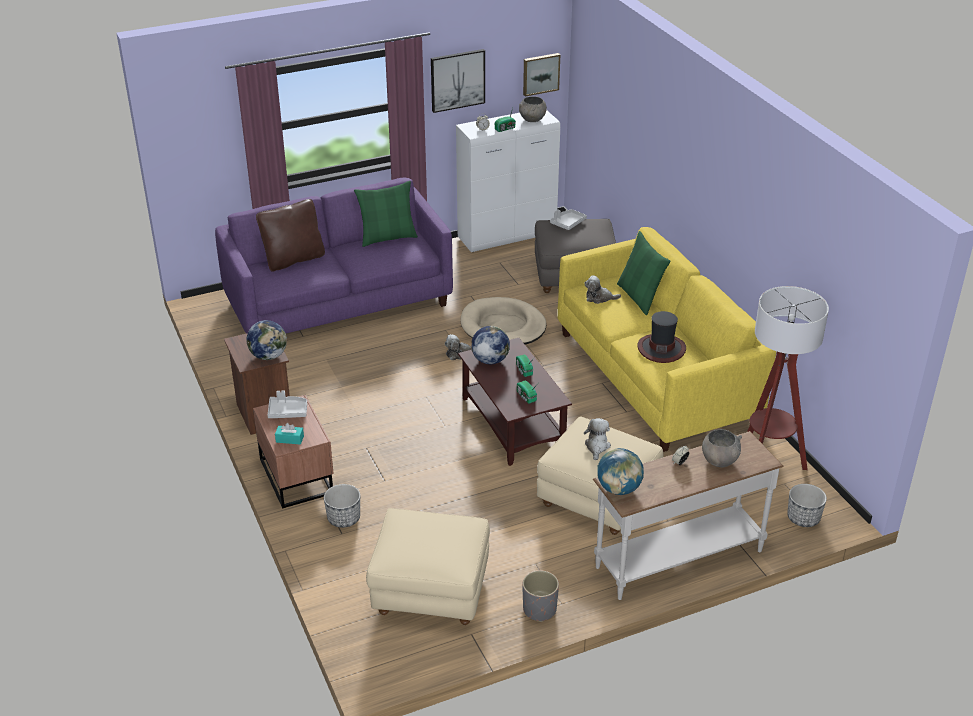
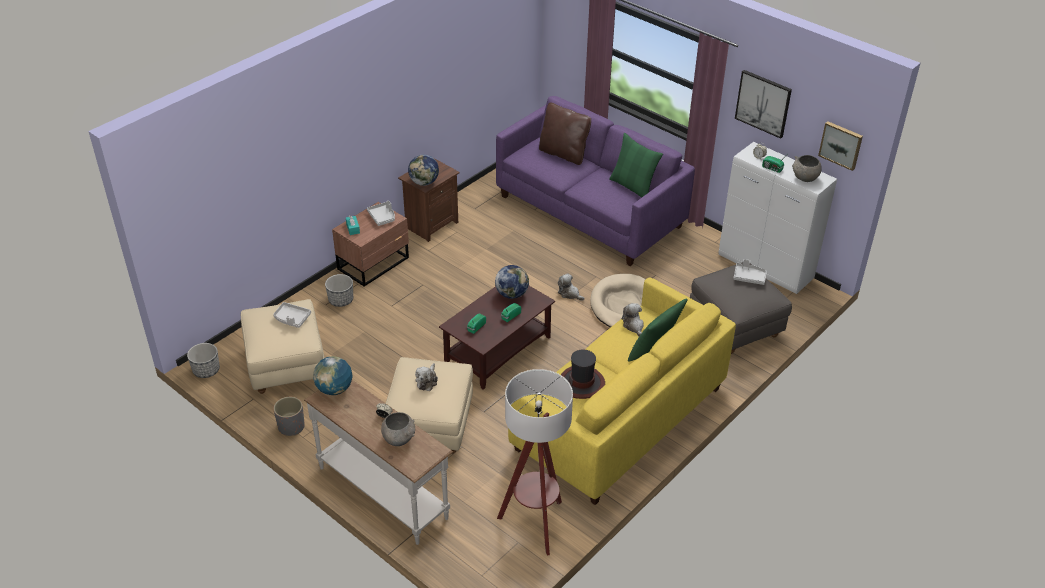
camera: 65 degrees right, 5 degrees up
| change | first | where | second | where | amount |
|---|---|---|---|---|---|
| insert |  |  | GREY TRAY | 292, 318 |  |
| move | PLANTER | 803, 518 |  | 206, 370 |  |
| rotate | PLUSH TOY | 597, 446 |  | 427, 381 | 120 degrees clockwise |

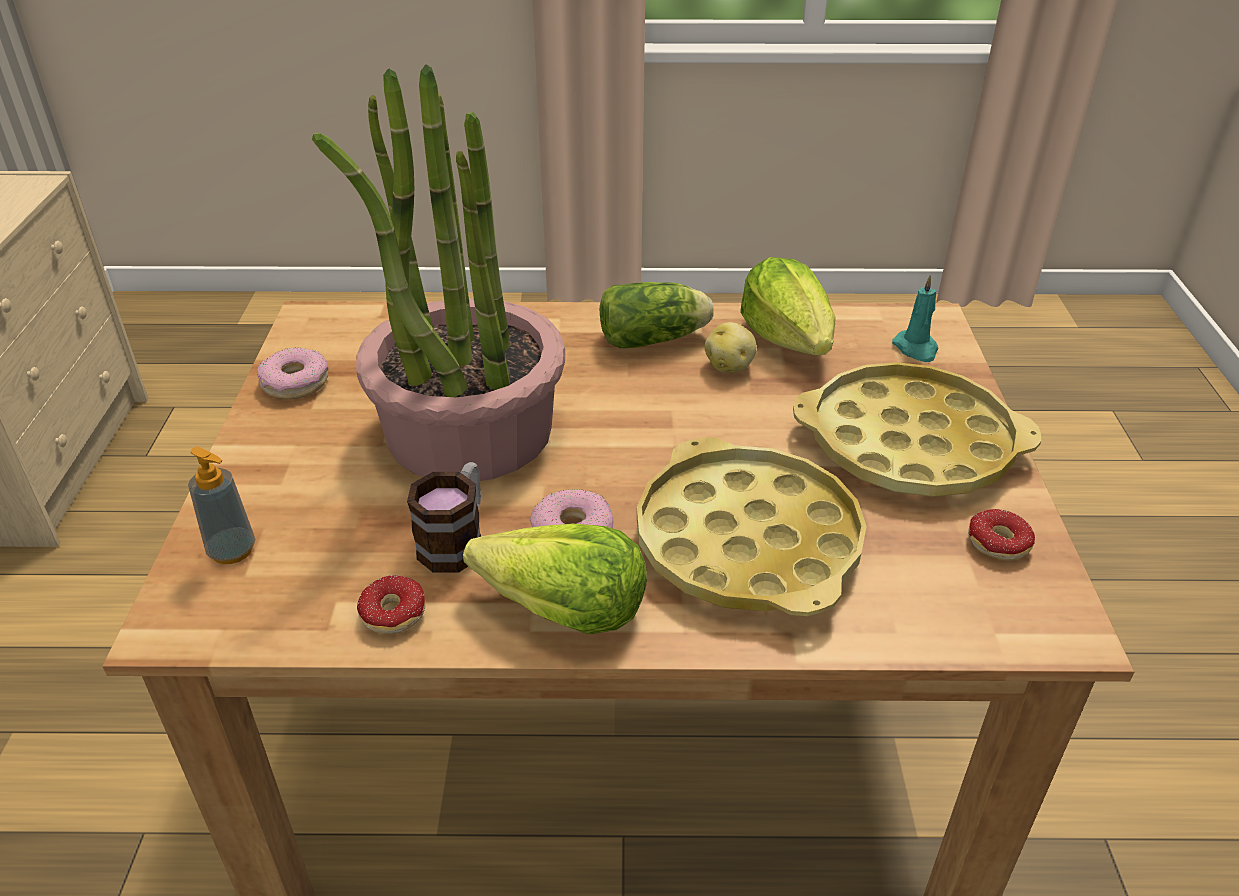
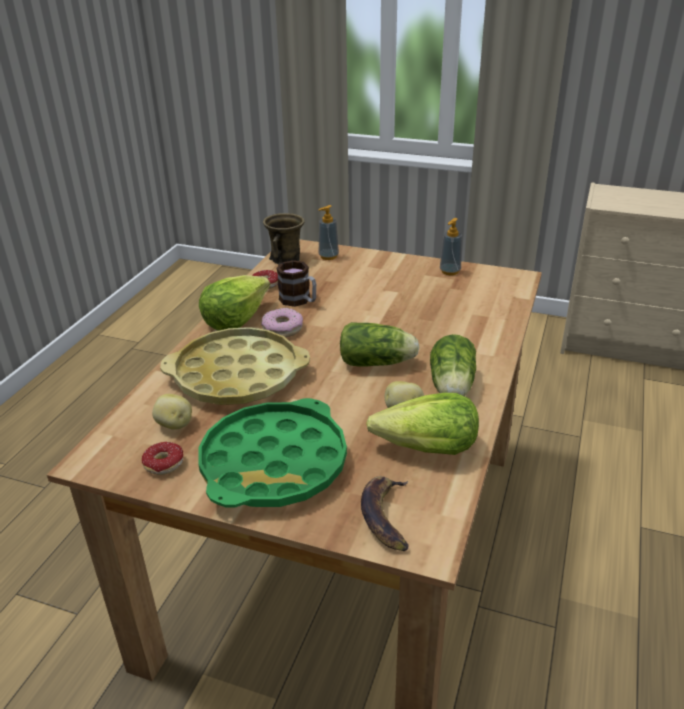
camera: 110 degrees right, 5 degrees down
| change | first | where | second | where | amount |
|---|---|---|---|---|---|
| delete | POTTED PLANT | 468, 431 |  |  |  |
| insert |  |  | POTATO | 174, 425 |  |
| insert |  |  | BROWN MUG | 286, 259 |  |
| insert |  |  | LETTUCE | 379, 363 |  |
| replace | DONUT | 294, 383 | SOAP DISPENSER | 450, 271 |  |
| replace | TURQUOISE CANDLE | 916, 349 | BANANA | 386, 516 |  |
| recolor | YELLOW TRAY | 909, 443 | GREEN TRAY | 274, 464 |  |

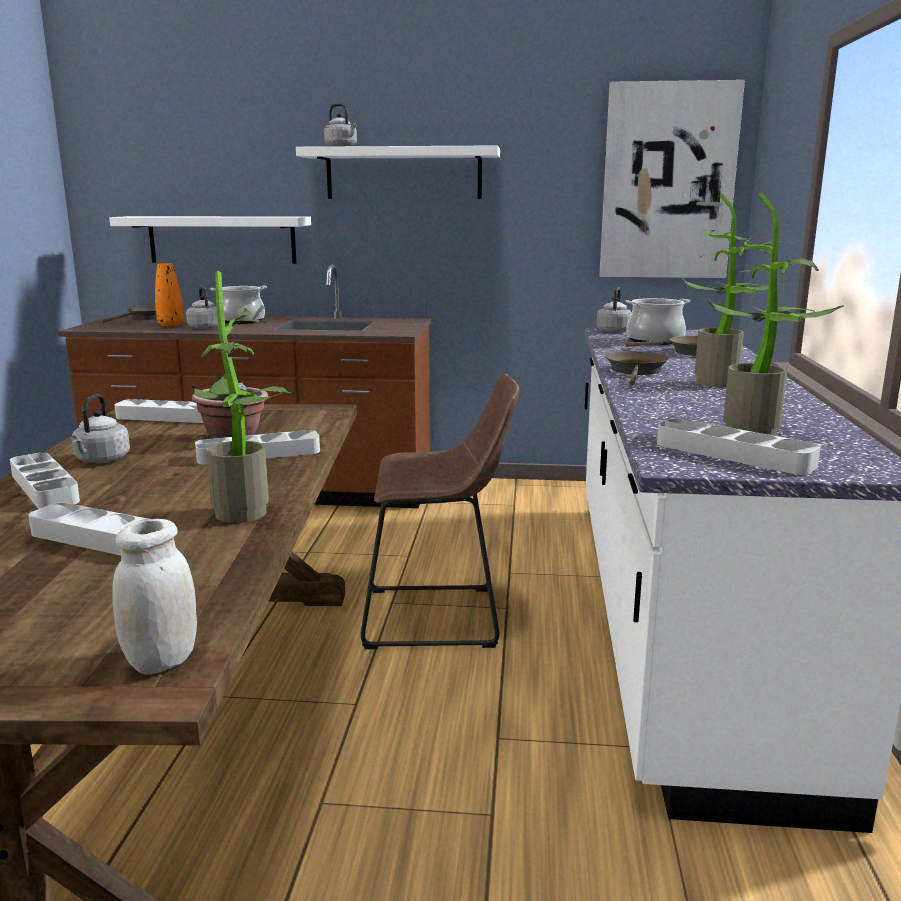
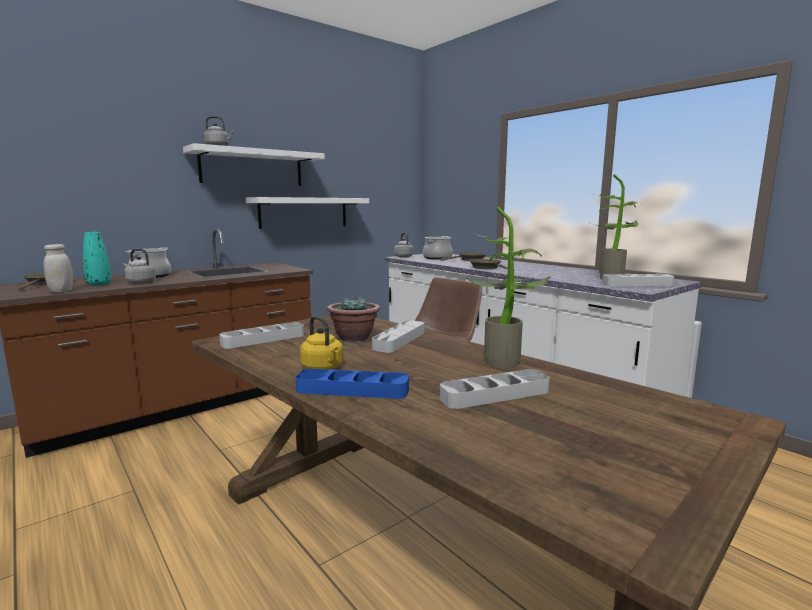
camera: 45 degrees left, 5 degrees down
| change | first | where | second | where | amount |
|---|---|---|---|---|---|
| delete | PICTURE | 668, 182 |  |  |  |
| delete | POTTED PLANT | 721, 382 |  |  |  |
| move | WHITE SHELF | 222, 239 |  | 304, 212 |  |
| move | WHITE JAR | 162, 661 |  | 61, 291 |  |
| recolor | GREY TRAY | 44, 487 | BLUE TRAY | 352, 390 |  |
| recolor | GREY KETTLE | 101, 460 | YELLOW KETTLE | 323, 368 |  |
| recolor | ORANGE VASE | 170, 325 | TURQUOISE VASE | 99, 284 |  |

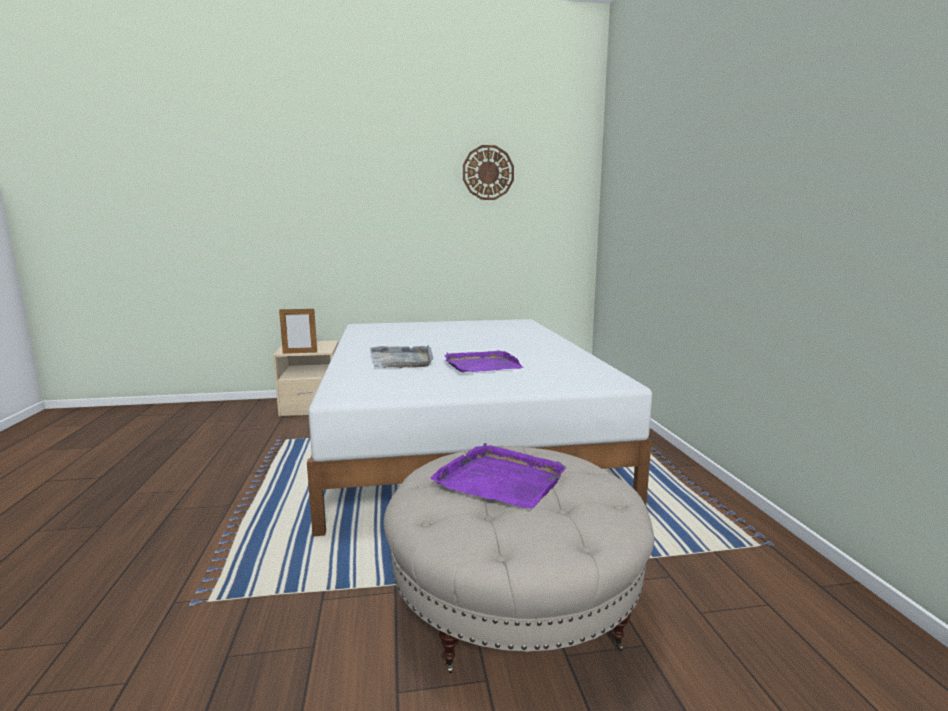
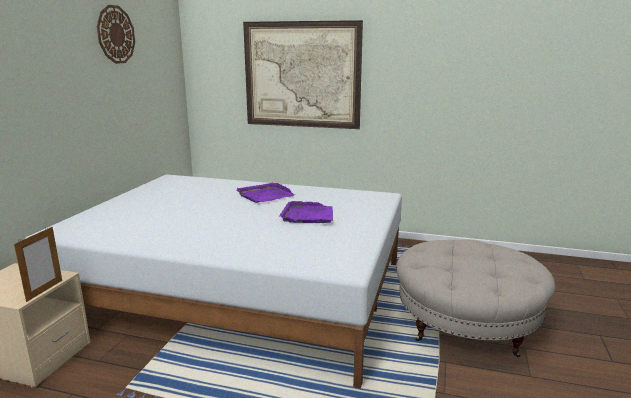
camera: 65 degrees left, 5 degrees up
| change | first | where | second | where | amount |
|---|---|---|---|---|---|
| delete | GREY TRAY | 402, 360 |  |  |  |
| insert |  |  | PICTURE | 302, 75 |  |
| move | PURPLE TRAY | 500, 480 |  | 265, 195 |  |

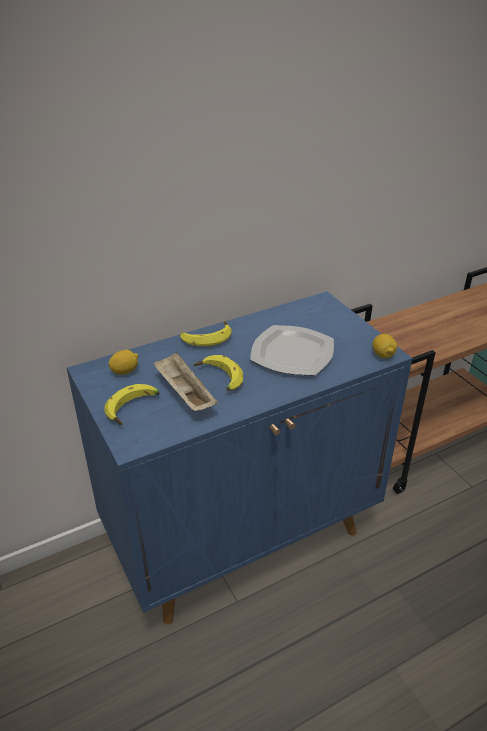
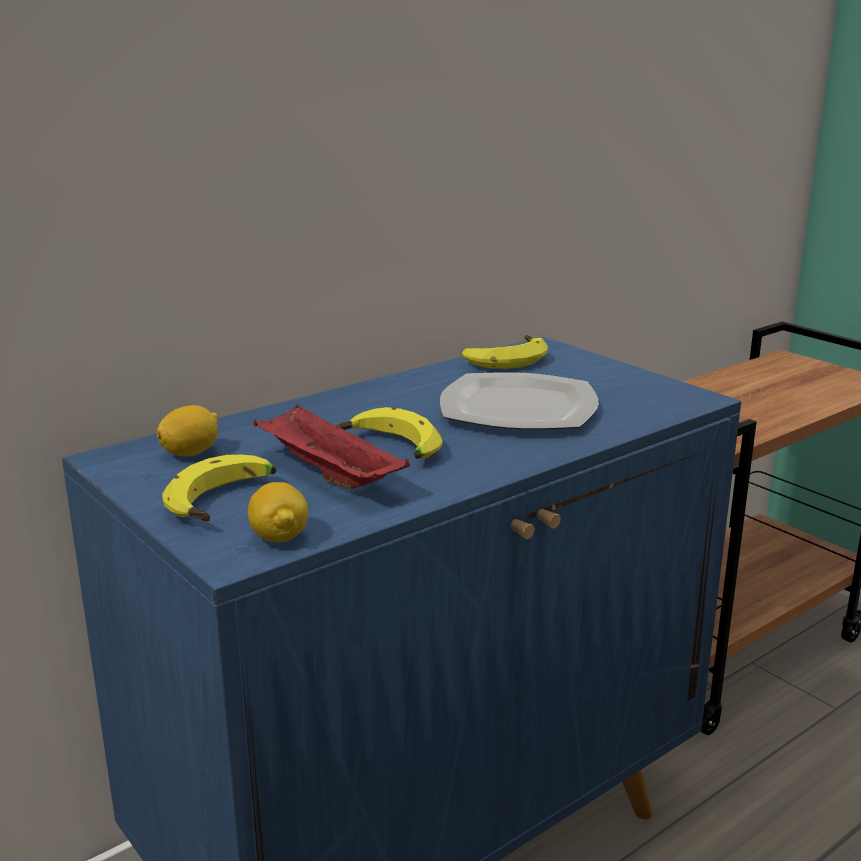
camera: 10 degrees left, 15 degrees down
| change | first | where | second | where | amount |
|---|---|---|---|---|---|
| move | BANANA | 206, 337 |  | 503, 360 |  |
| move | LEMON | 383, 355 |  | 279, 537 |  |
| recolor | BEIGE TRAY | 184, 394 | RED TRAY | 326, 474 |  |

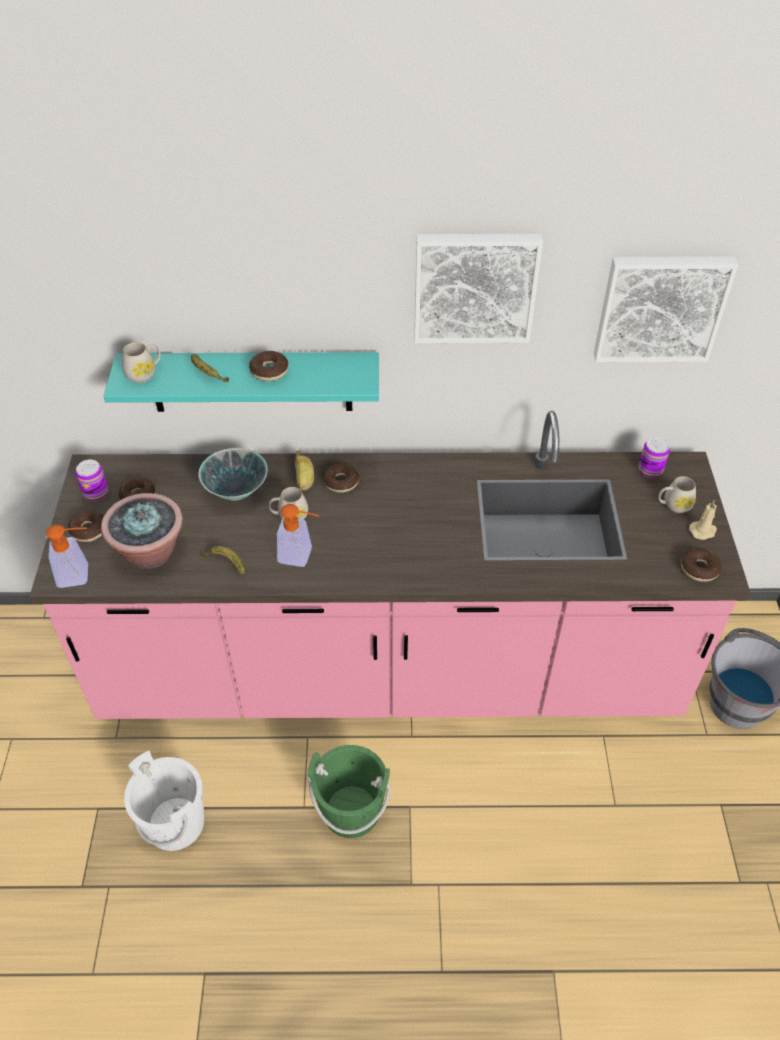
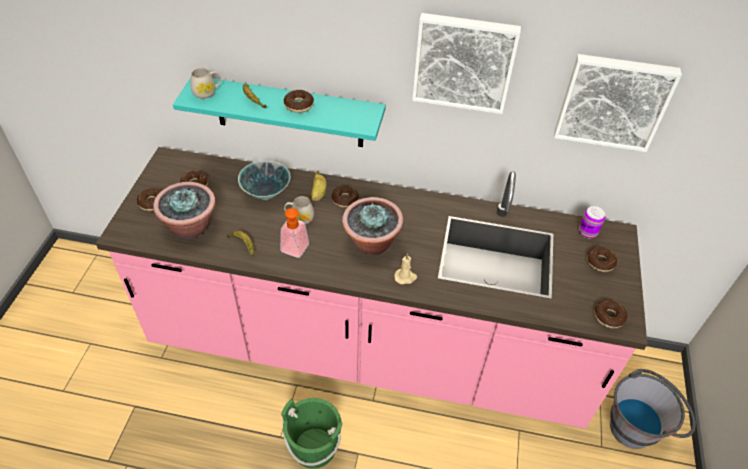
camera: 10 degrees right, 0 degrees up
| change | first | where | second | where | amount |
|---|---|---|---|---|---|
| delete | SOAP DISPENSER | 80, 574 |  |  |  |
| delete | CAN | 96, 493 |  |  |  |
| delete | WHITE BUCKET | 175, 822 |  |  |  |
| insert |  |  | POTTED PLANT | 371, 243 |  |
| move | BEIGE CANDLE | 703, 531 |  | 405, 277 |  |
| replace | WHITE MUG | 673, 505 | DONUT | 600, 262 |  |

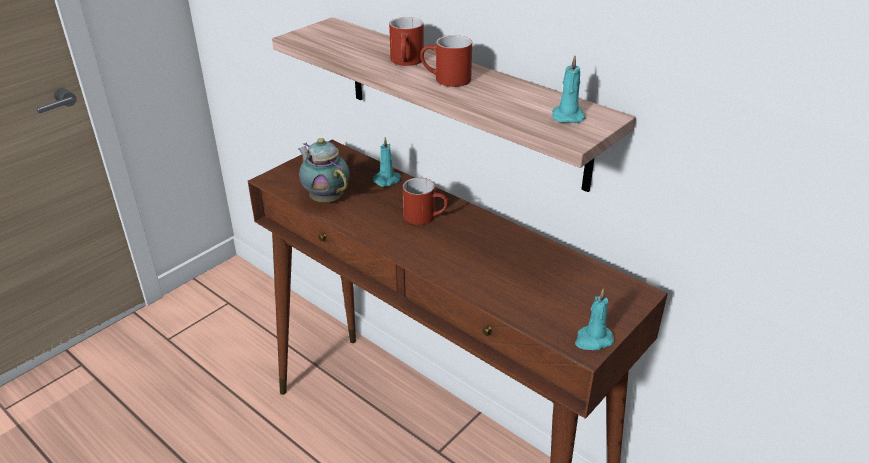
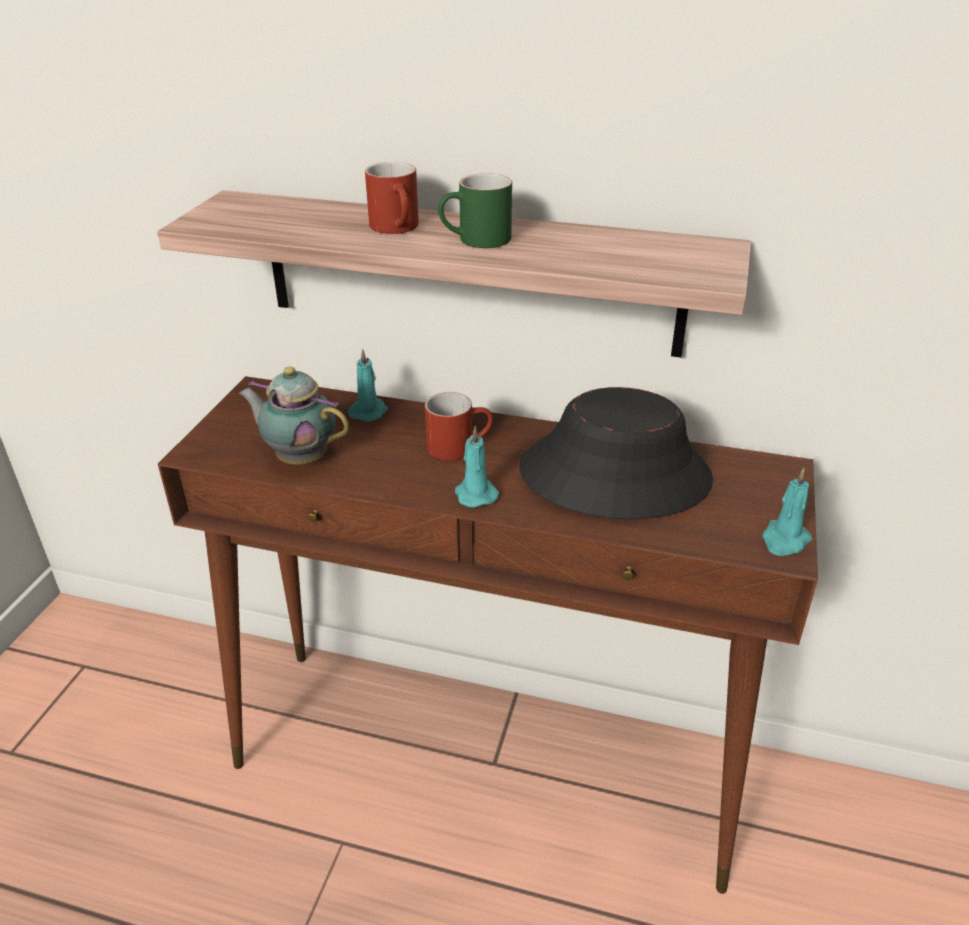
camera: 25 degrees left, 0 degrees up
| change | first | where | second | where | amount |
|---|---|---|---|---|---|
| insert |  |  | BLACK HAT | 615, 474 |  |
| move | TURQUOISE CANDLE | 567, 116 |  | 475, 493 |  |
| recolor | RED MUG | 445, 80 | GREEN MUG | 476, 241 |  |

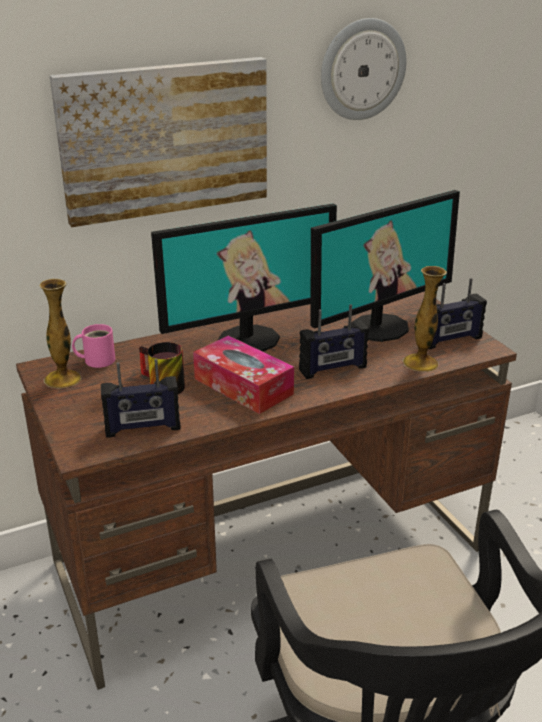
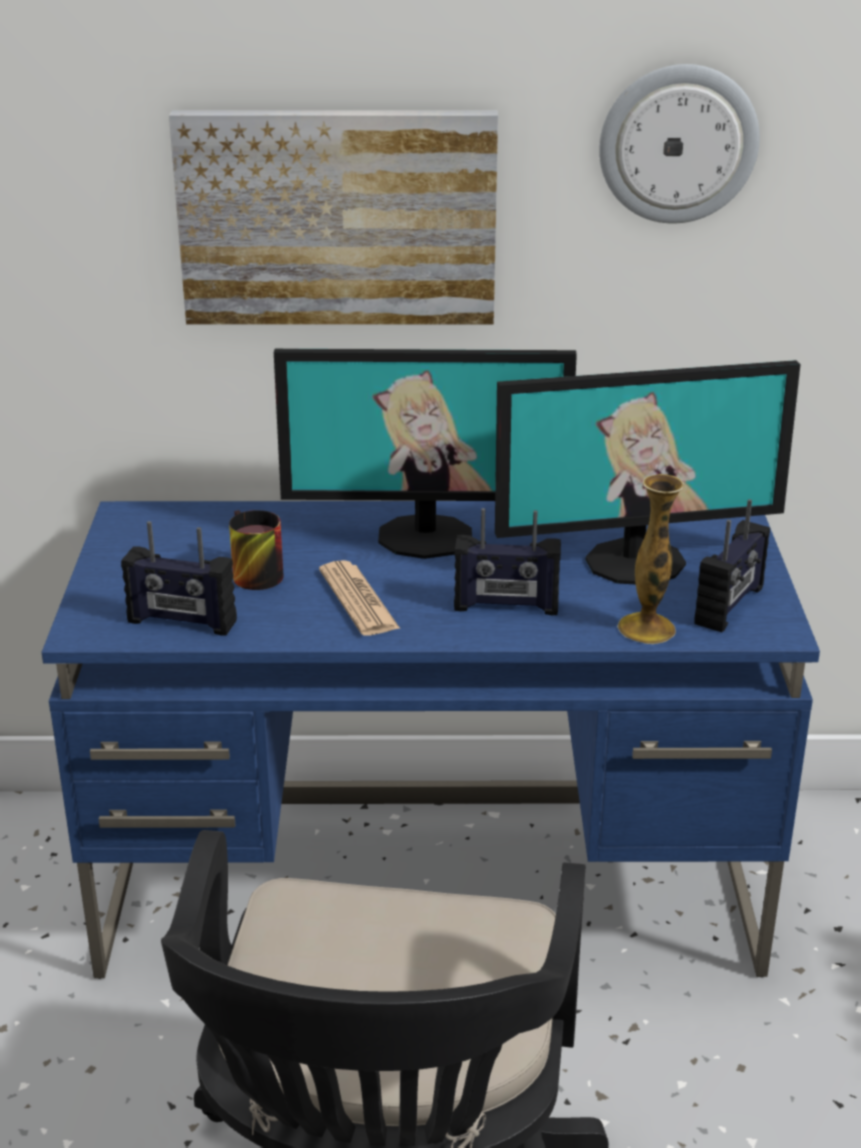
camera: 25 degrees right, 0 degrees up
| change | first | where | second | where | amount |
|---|---|---|---|---|---|
| delete | VASE | 62, 379 |  |  |  |
| delete | PINK MUG | 97, 360 |  |  |  |
| replace | TISSUE BOX | 243, 386 | NEWSPAPER | 358, 600 |  |
| recolor | BROWN DESK | 271, 556 | BLUE DESK | 433, 883 |  |
| rotate | RADIO | 451, 340 |  | 730, 606 | 60 degrees counterclockwise |

